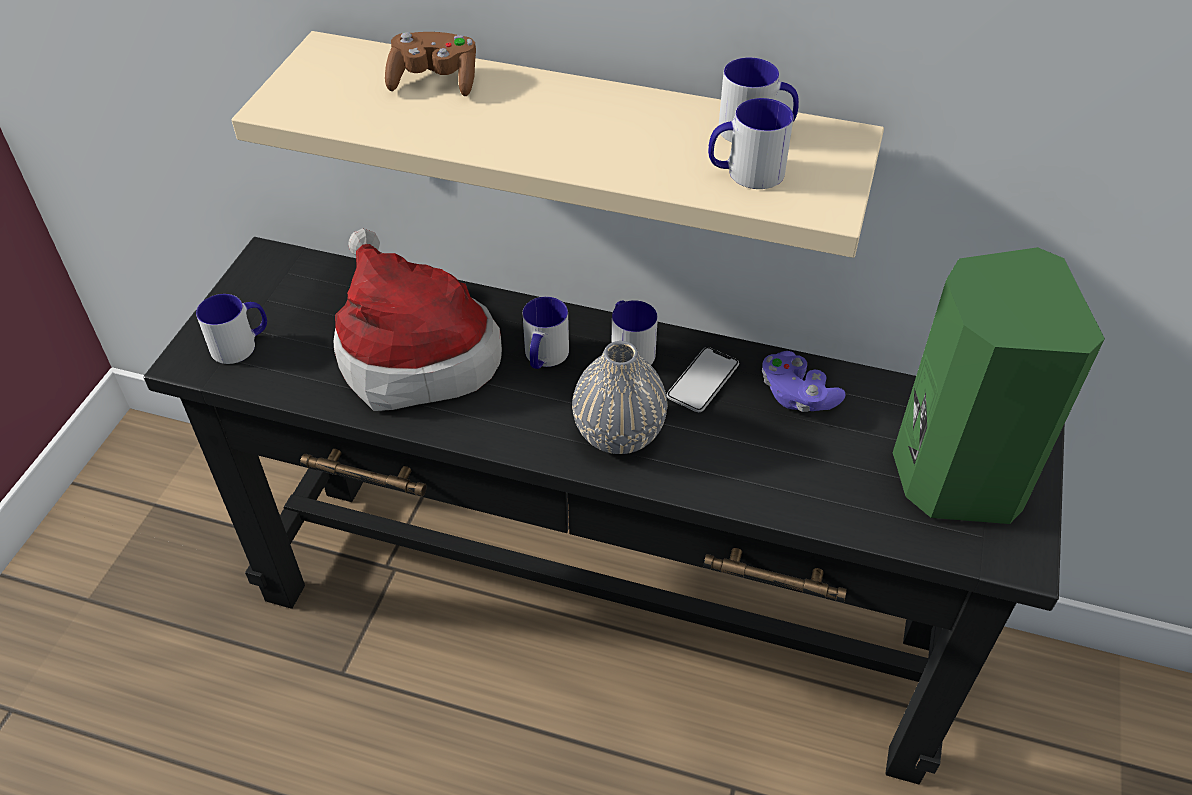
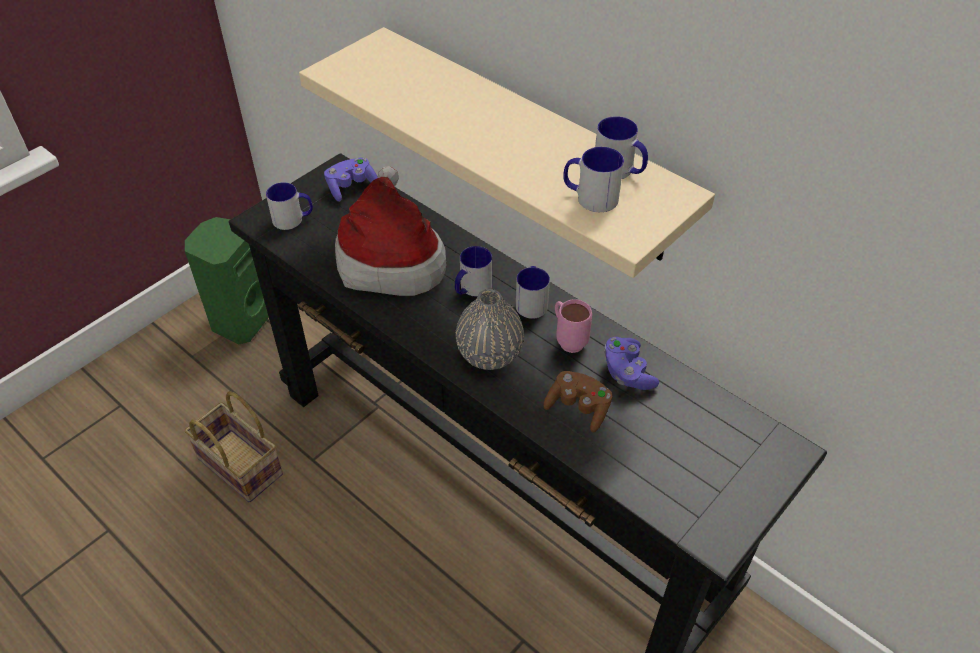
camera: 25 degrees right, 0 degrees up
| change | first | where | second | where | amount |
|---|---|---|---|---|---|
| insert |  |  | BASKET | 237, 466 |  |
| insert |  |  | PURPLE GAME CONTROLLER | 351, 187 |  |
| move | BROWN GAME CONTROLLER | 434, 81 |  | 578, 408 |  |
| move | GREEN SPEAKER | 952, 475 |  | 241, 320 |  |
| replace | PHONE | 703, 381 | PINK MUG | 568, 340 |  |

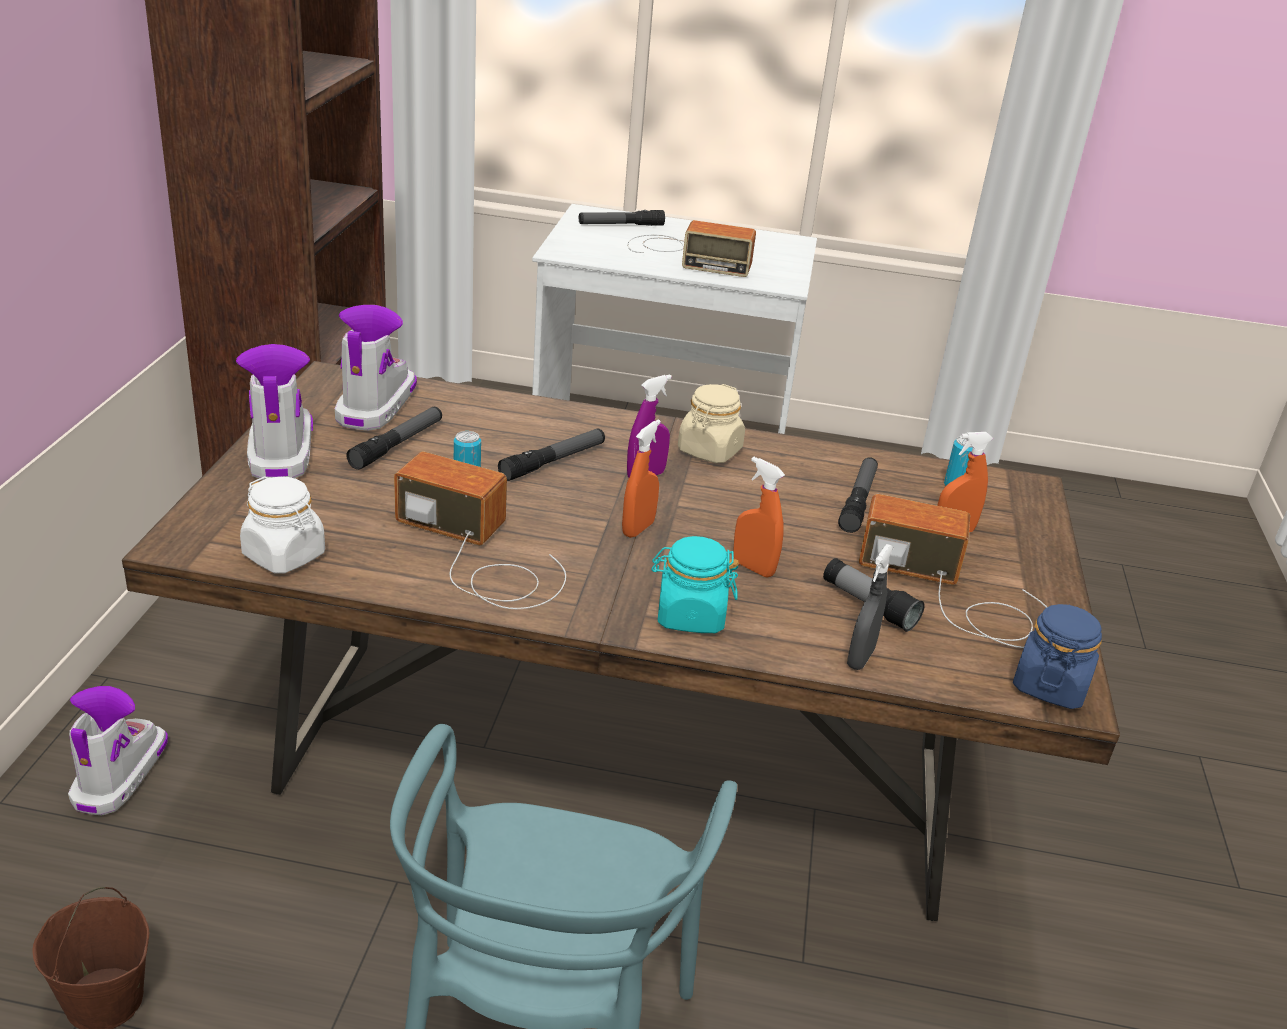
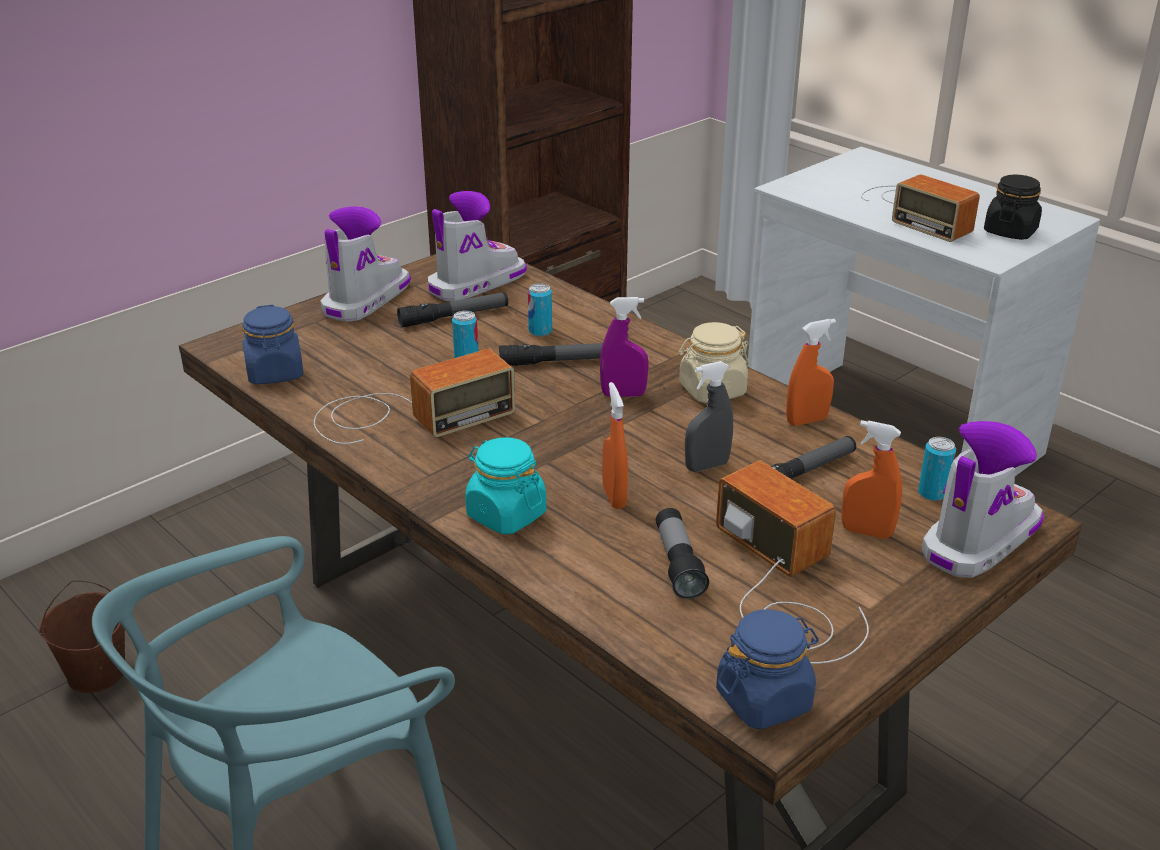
camera: 40 degrees right, 0 degrees up
| change | first | where | second | where | amount |
|---|---|---|---|---|---|
| delete | FLASHLIGHT | 621, 225 |  |  |  |
| insert |  |  | CAN | 540, 331 |  |
| insert |  |  | BLACK JAR | 1010, 231 |  |
| move | BOOT | 119, 775 |  | 978, 541 |  |
| move | ORANGE SPRAY BOTTLE | 638, 529 |  | 807, 421 |  |
| move | GREY SPRAY BOTTLE | 860, 658 |  | 707, 466 |  |
| recolor | WHITE JAR | 284, 555 | BLUE JAR | 275, 373 |  |
| rotate | RADIO | 480, 556 |  | 406, 415 | 90 degrees clockwise |

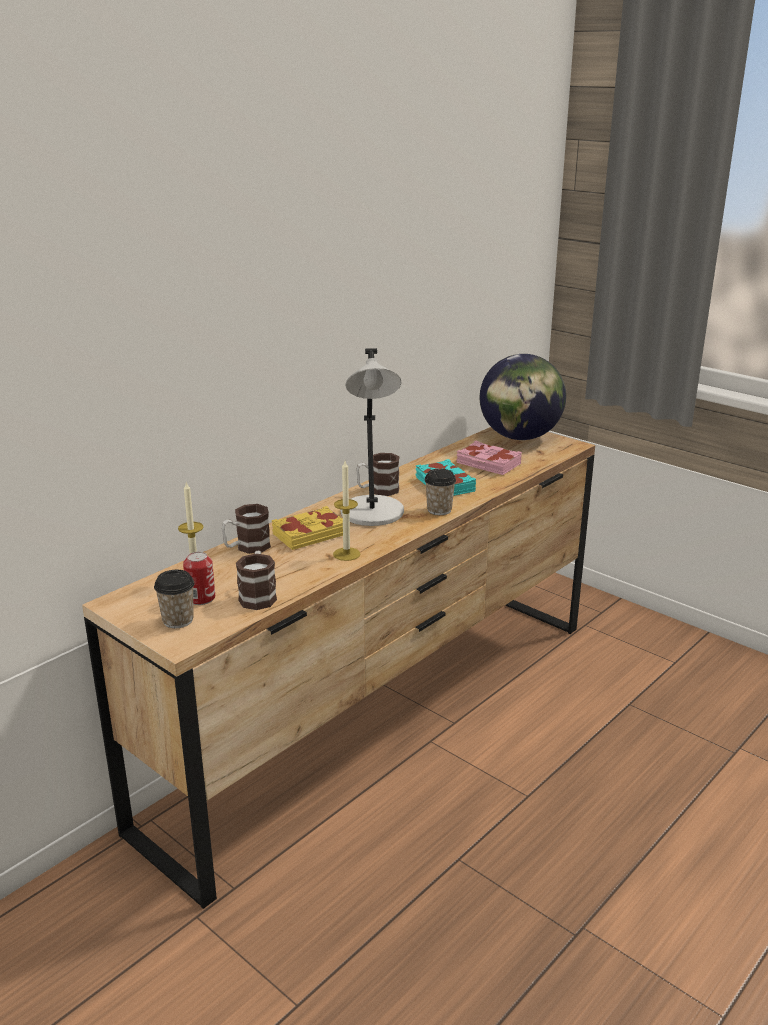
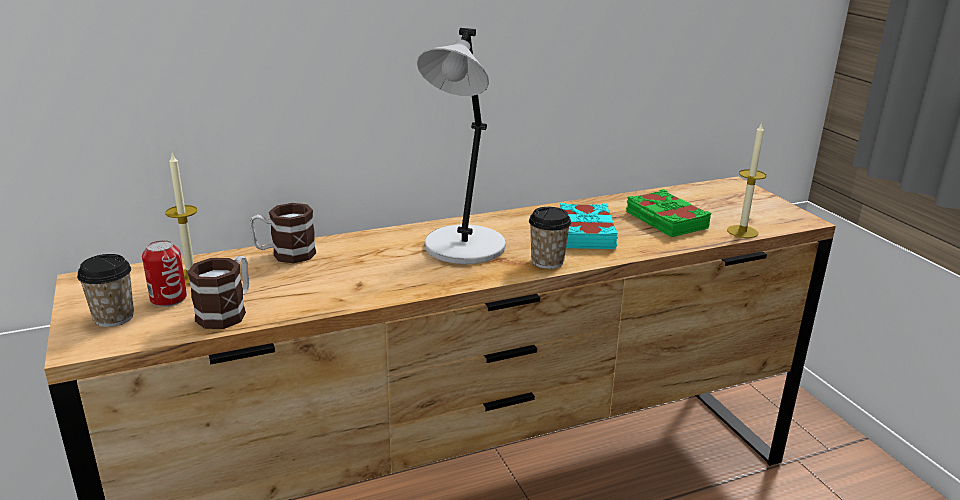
camera: 25 degrees right, 0 degrees up
| change | first | where | second | where | amount |
|---|---|---|---|---|---|
| delete | YELLOW BOOK | 309, 534 |  |  |  |
| delete | MUG | 378, 490 |  |  |  |
| delete | GLOBE | 519, 437 |  |  |  |
| move | CANDLE | 346, 554 |  | 742, 231 |  |
| recolor | PINK BOOK | 488, 464 | GREEN BOOK | 665, 220 |  |

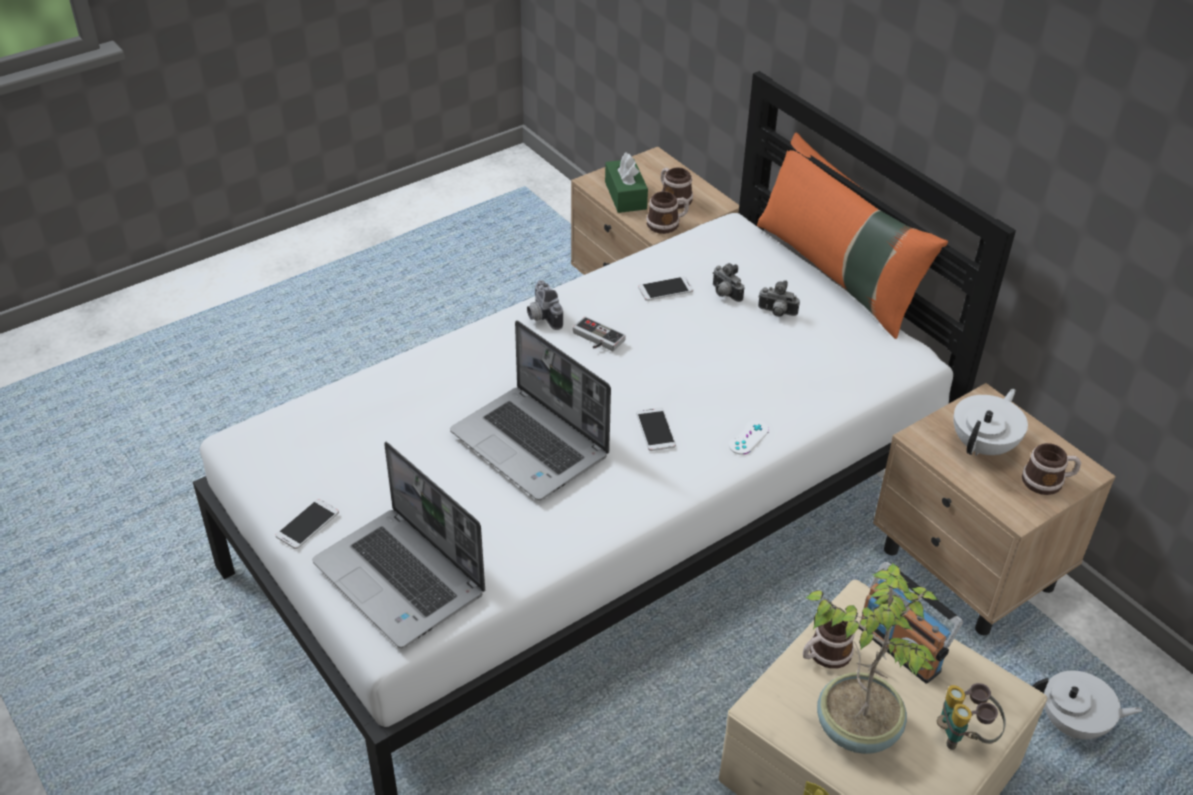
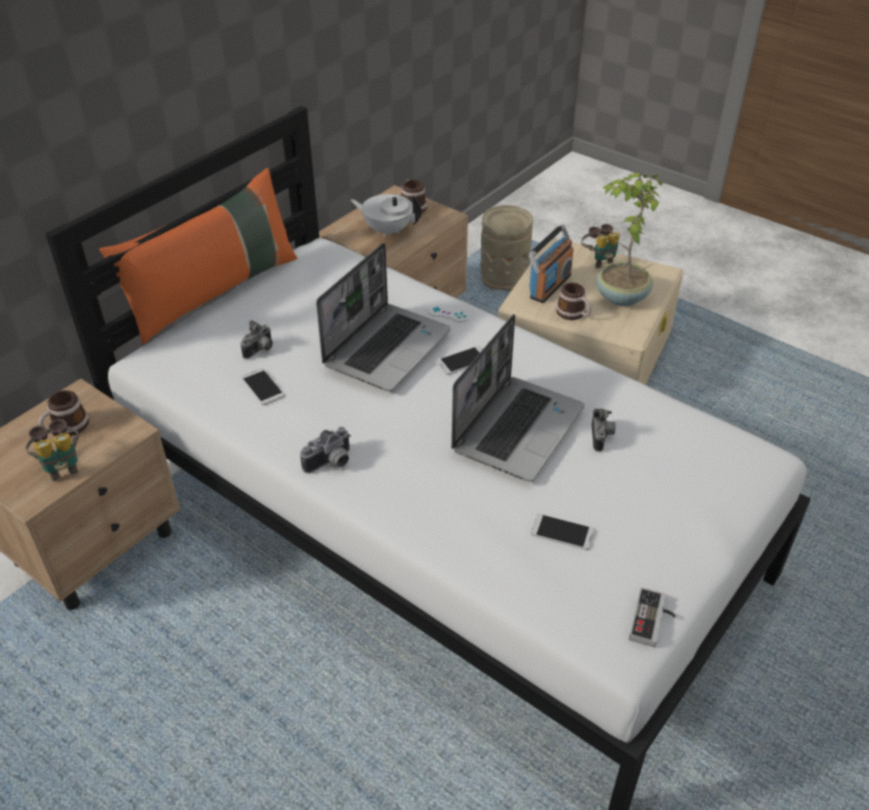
camera: 105 degrees left, 0 degrees up
| change | first | where | second | where | amount |
|---|---|---|---|---|---|
| delete | MUG | 667, 224 |  |  |  |
| move | PHONE | 307, 524 |  | 562, 532 |  |
| move | LAPTOP | 402, 579 |  | 387, 347 |  |
| move | GAME CONTROLLER | 596, 339 |  | 653, 621 |  |
| move | PHOTO CAMERA | 776, 313 |  | 601, 437 |  |
| replace | GREEN TISSUE BOX | 625, 195 | BINOCULARS | 62, 466 |  |
| replace | WHITE TEAPOT | 1074, 724 | BEIGE VASE | 504, 278 |  |

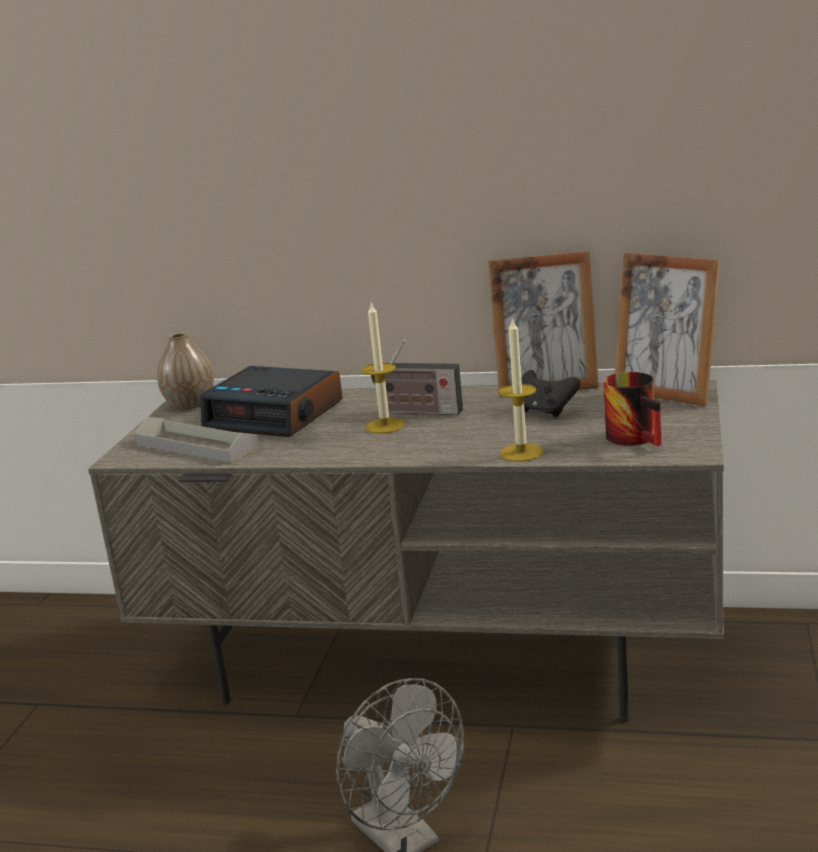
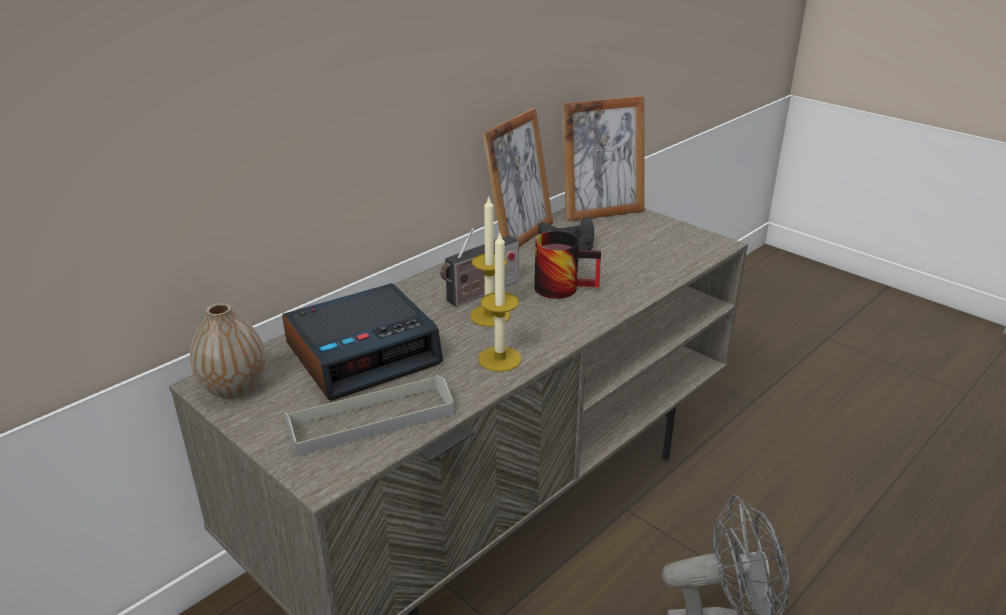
camera: 60 degrees left, 10 degrees up
| change | first | where | second | where | amount |
|---|---|---|---|---|---|
| move | CANDLE | 521, 453 |  | 500, 359 |  |
| move | MUG | 639, 438 |  | 564, 286 |  |

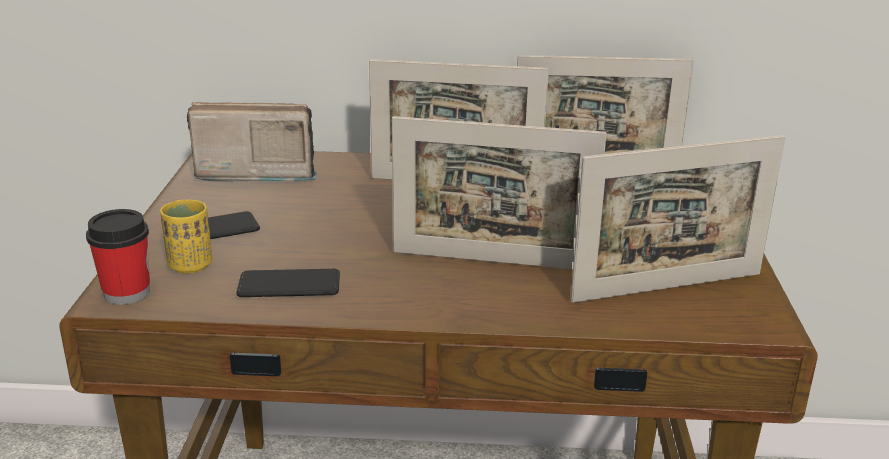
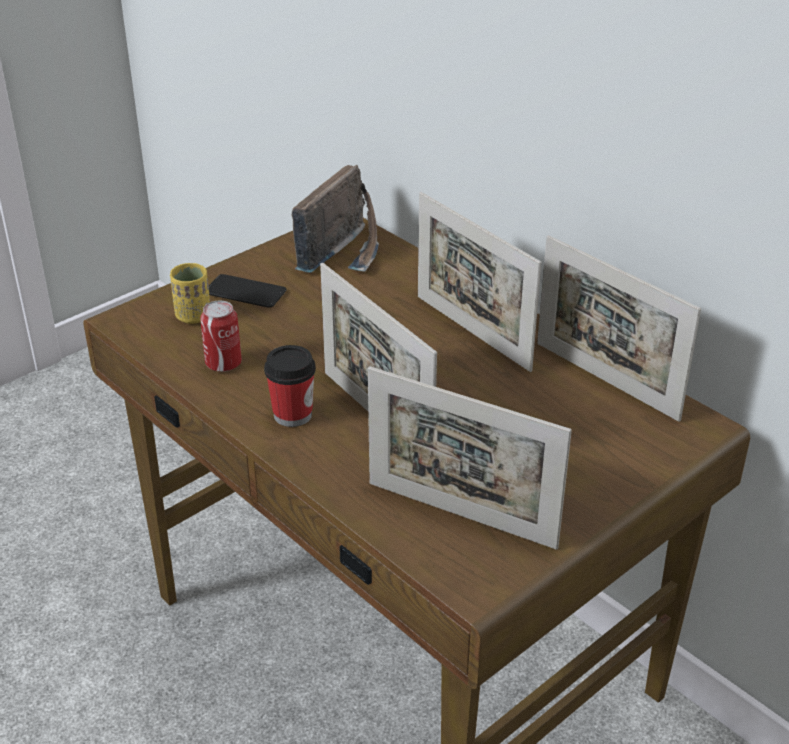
camera: 45 degrees right, 10 degrees up
| change | first | where | second | where | amount |
|---|---|---|---|---|---|
| move | CUP | 127, 293 |  | 292, 414 |  |
| replace | PHONE | 289, 285 | CAN | 223, 363 |  |
| rotate | RADIO | 254, 172 |  | 346, 251 | 75 degrees clockwise |

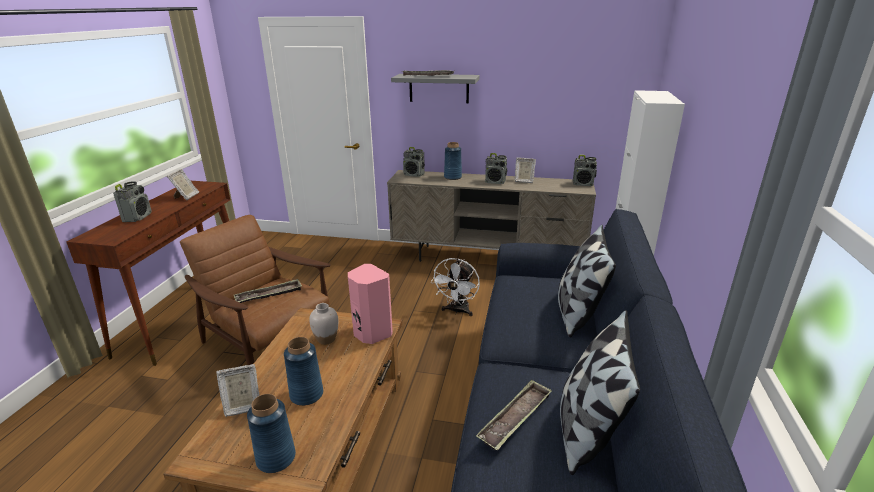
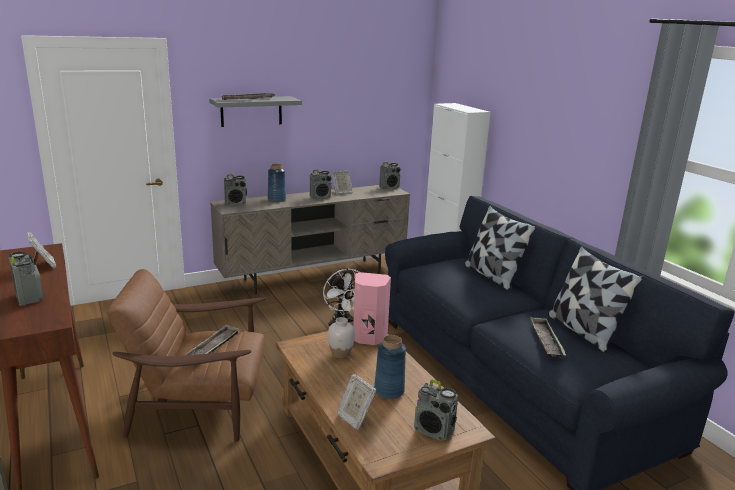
camera: 40 degrees left, 5 degrees down
| change | first | where | second | where | amount |
|---|---|---|---|---|---|
| replace | BLUE VASE | 276, 458 | RADIO | 434, 431 |  |
| rotate | PICTURE FRAME | 242, 406 |  | 354, 418 | 105 degrees clockwise |

